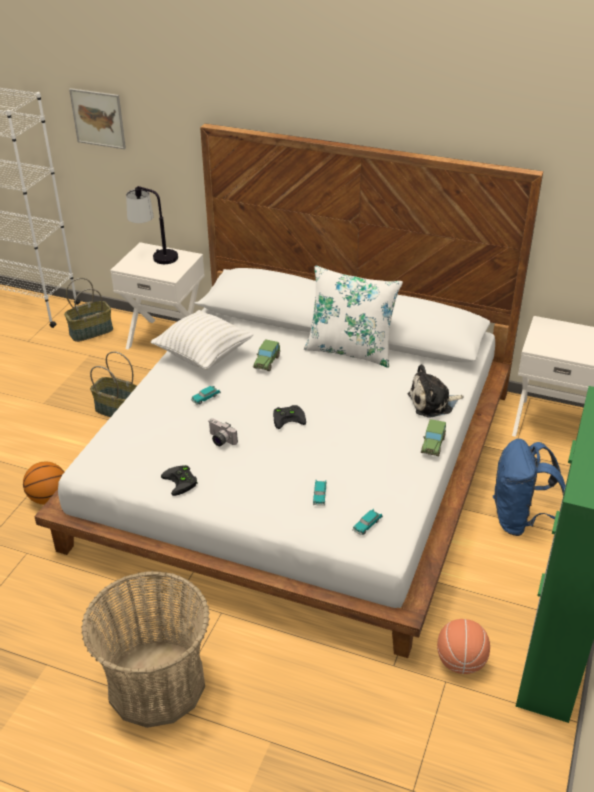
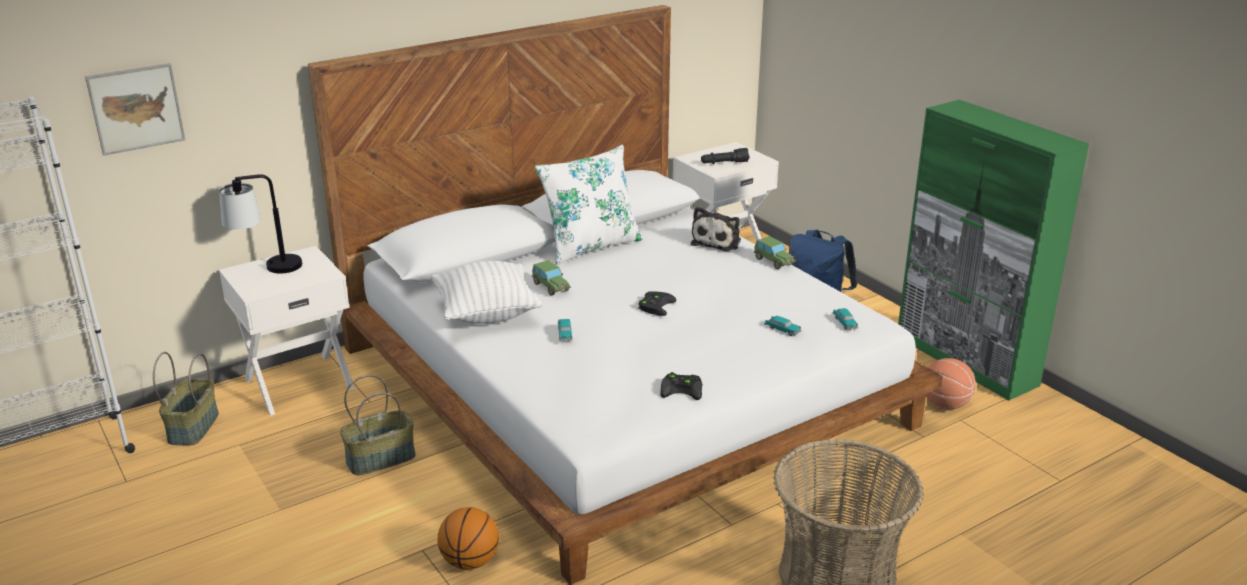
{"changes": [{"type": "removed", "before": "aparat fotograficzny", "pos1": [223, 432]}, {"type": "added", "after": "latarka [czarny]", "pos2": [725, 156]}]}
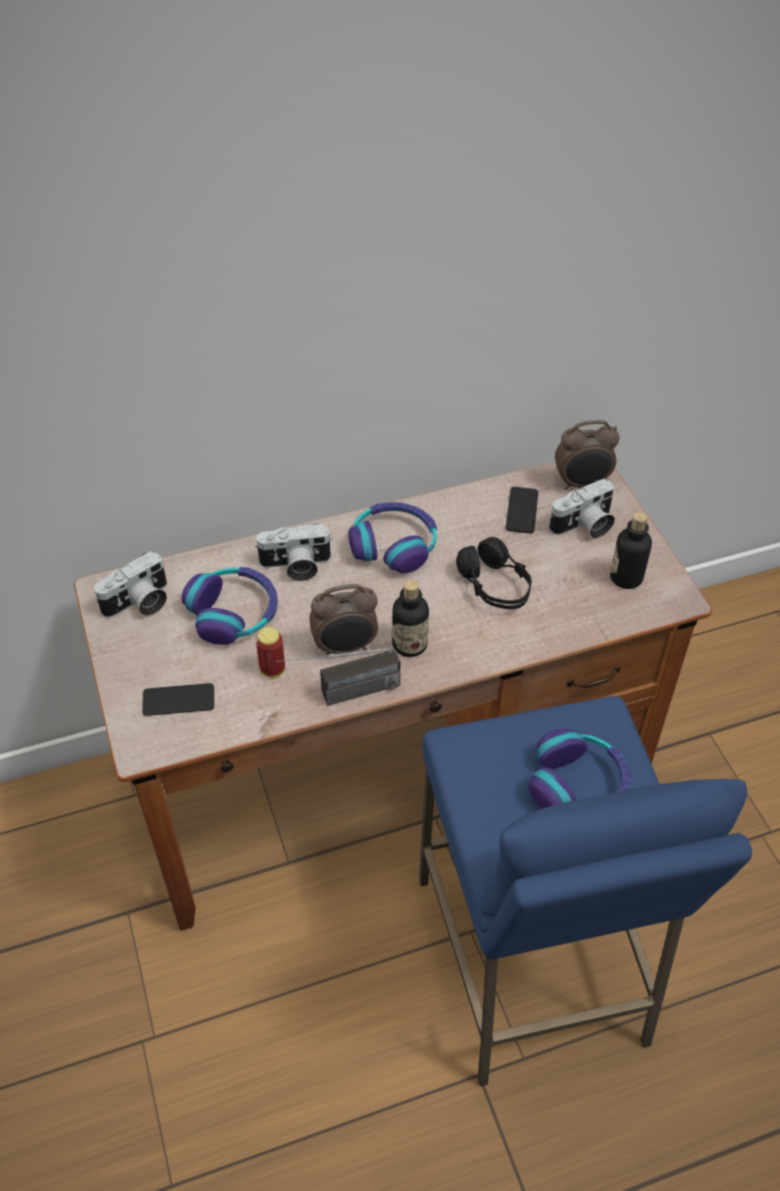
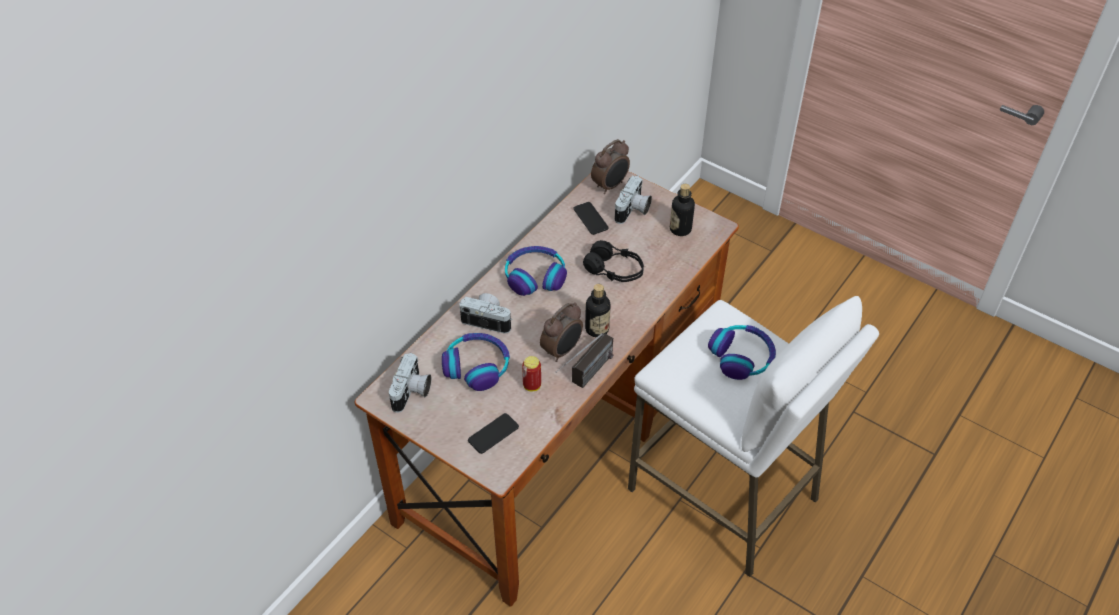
{"changes": [{"type": "recoloured", "before": "stołek [niebieski]", "after": "stołek [biały]", "pos1": [585, 891], "pos2": [753, 436]}, {"type": "turned", "before": "aparat fotograficzny", "pos1": [293, 552], "pos2": [485, 313], "turn": -120}]}
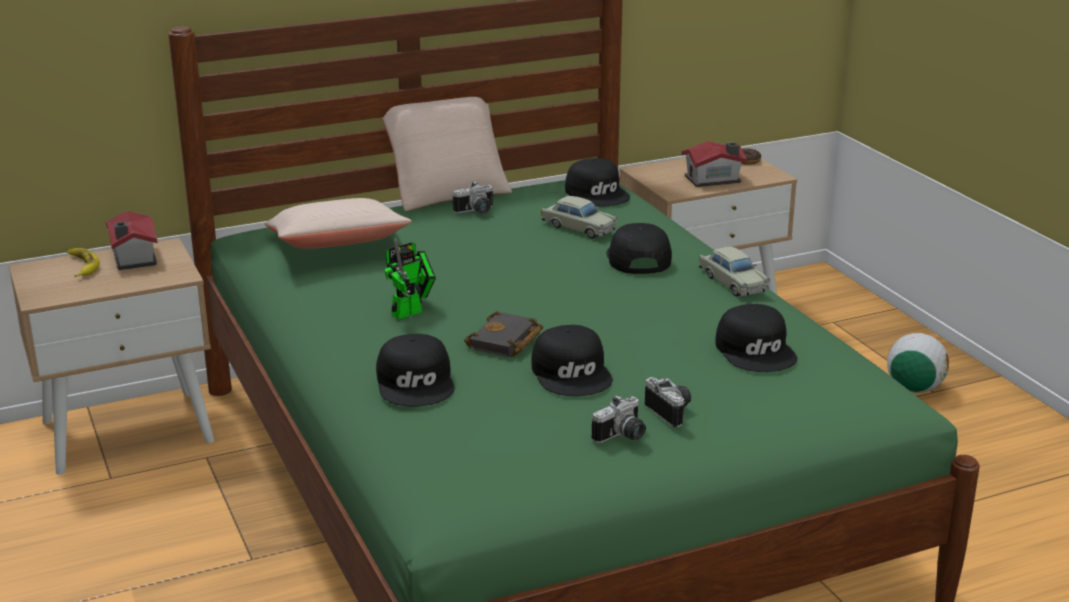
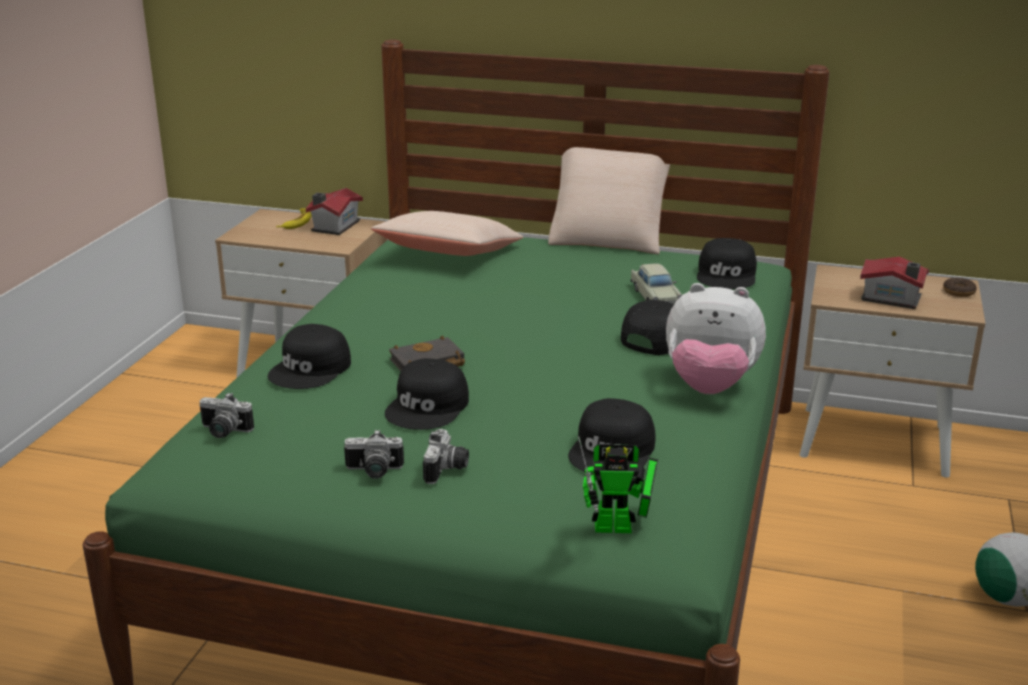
{"changes": [{"type": "moved", "before": "robot zabawkowy", "pos1": [410, 278], "pos2": [618, 484]}, {"type": "moved", "before": "aparat fotograficzny", "pos1": [473, 197], "pos2": [226, 415]}, {"type": "replaced", "before": "samochodzik [beżowy]", "after": "pluszak", "pos1": [734, 271], "pos2": [716, 338]}]}
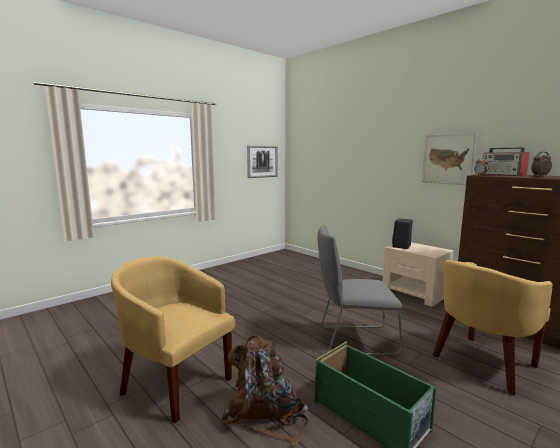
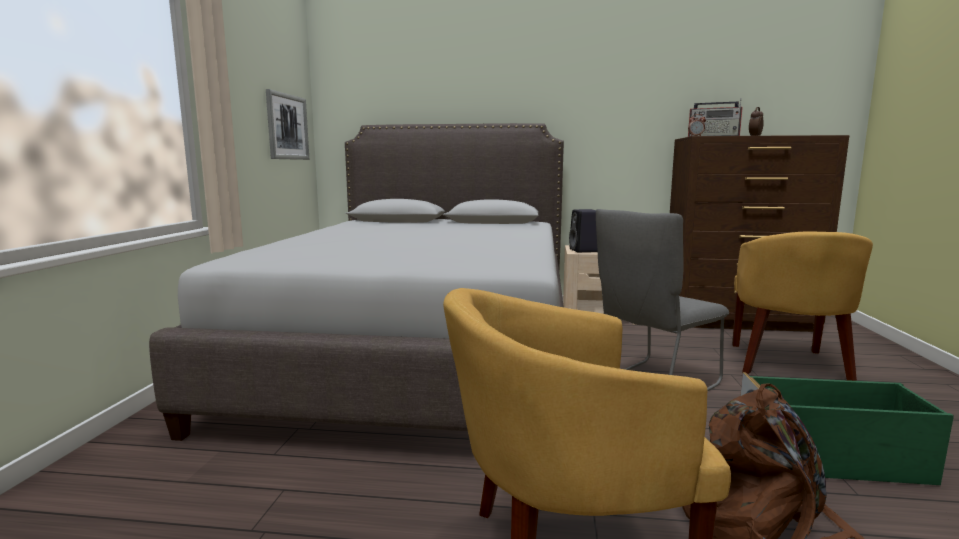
{"changes": [{"type": "removed", "before": "obraz", "pos1": [449, 159]}, {"type": "added", "after": "łóżko [szary]", "pos2": [356, 282]}]}
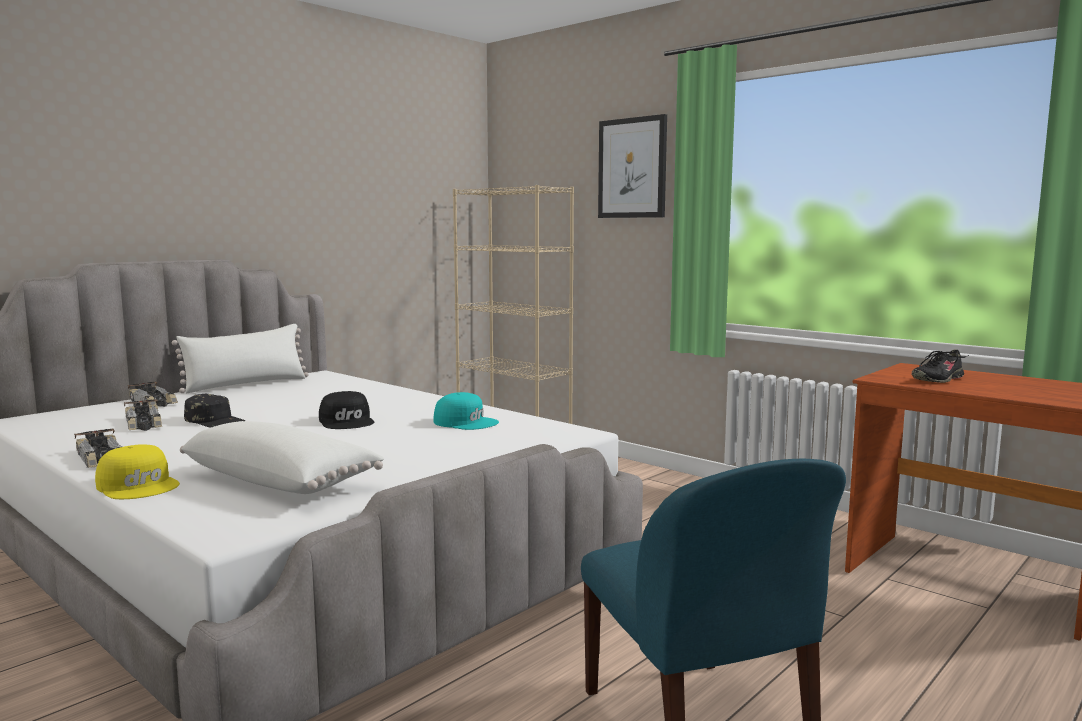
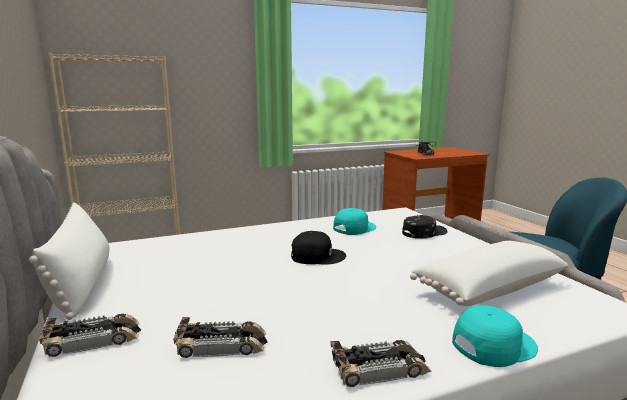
{"changes": [{"type": "removed", "before": "obraz", "pos1": [632, 166]}, {"type": "moved", "before": "czapka z daszkiem [czarny]", "pos1": [214, 411], "pos2": [425, 227]}, {"type": "recoloured", "before": "czapka z daszkiem [żółty]", "after": "czapka z daszkiem [turkusowy]", "pos1": [137, 471], "pos2": [495, 336]}]}
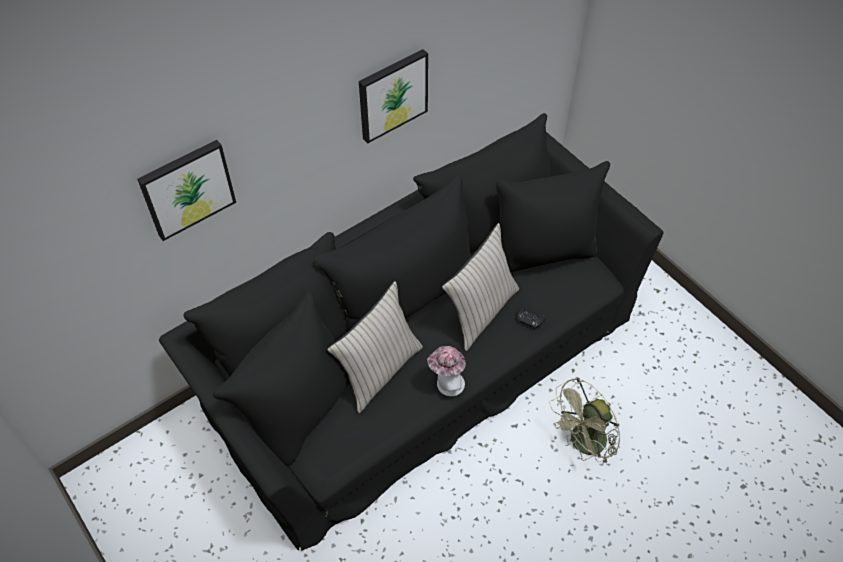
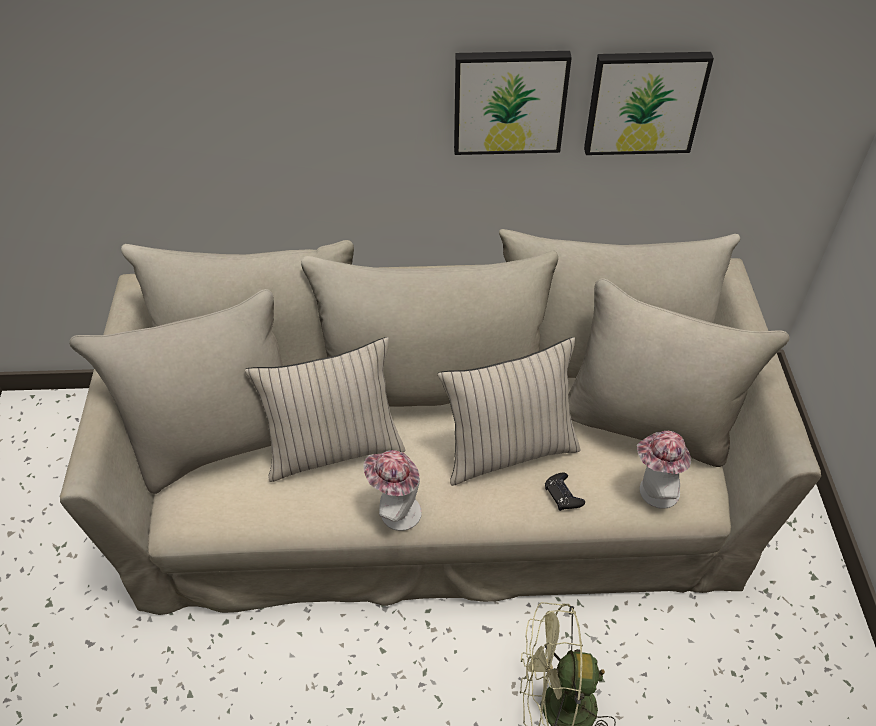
{"changes": [{"type": "added", "after": "kapelusz", "pos2": [664, 470]}, {"type": "moved", "before": "obraz", "pos1": [186, 190], "pos2": [649, 103]}, {"type": "recoloured", "before": "kanapa [czarny]", "after": "kanapa [beżowy]", "pos1": [411, 332], "pos2": [440, 422]}]}
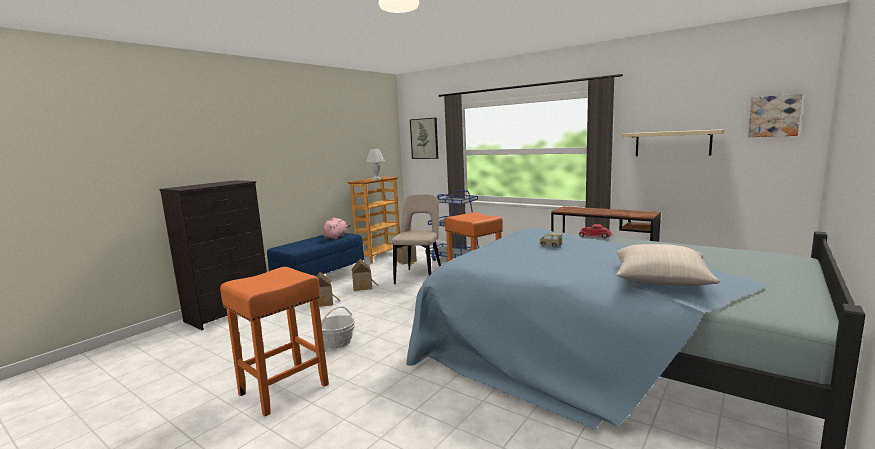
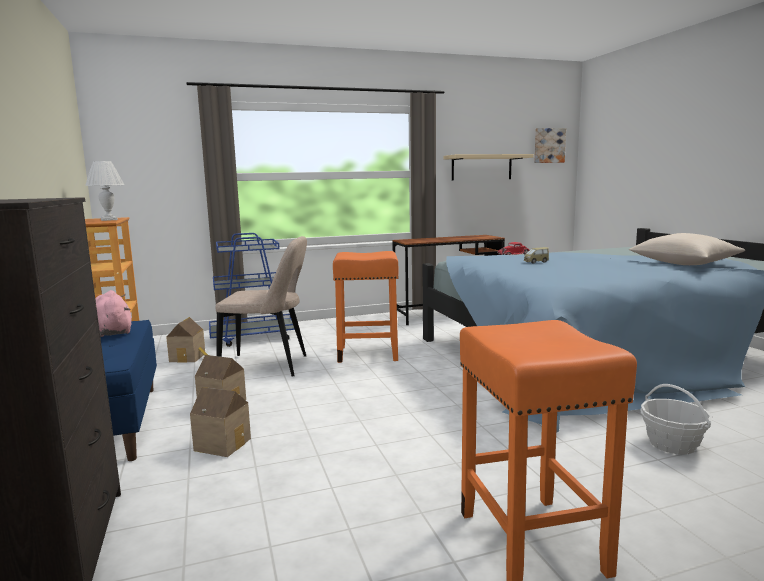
{"changes": [{"type": "removed", "before": "obraz", "pos1": [424, 138]}, {"type": "moved", "before": "koszyk", "pos1": [338, 327], "pos2": [676, 419]}, {"type": "turned", "before": "krzesło [beżowy]", "pos1": [416, 239], "pos2": [261, 306], "turn": 135}]}
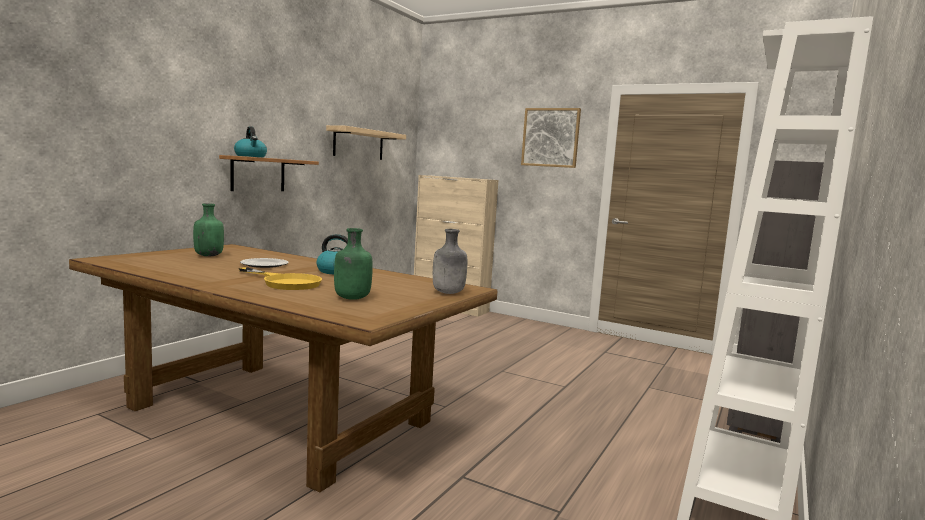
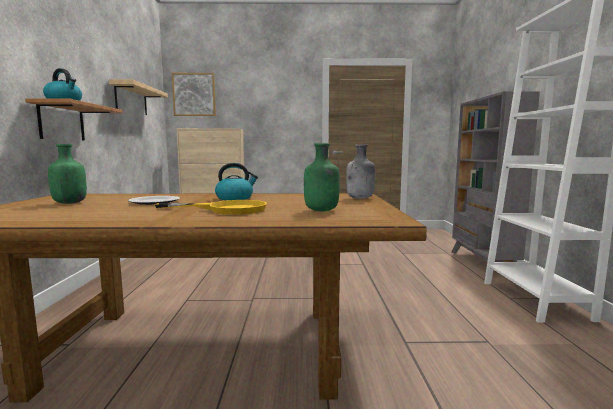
{"changes": [{"type": "moved", "before": "obraz", "pos1": [551, 138], "pos2": [194, 94]}]}
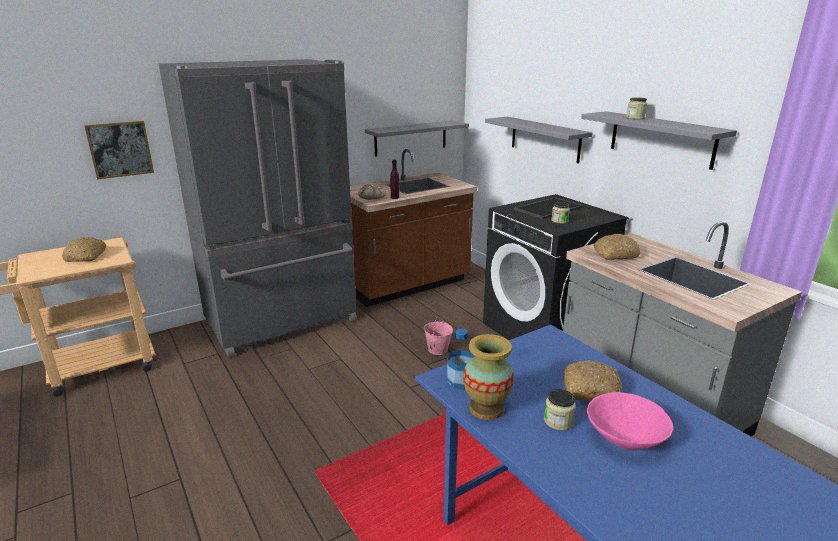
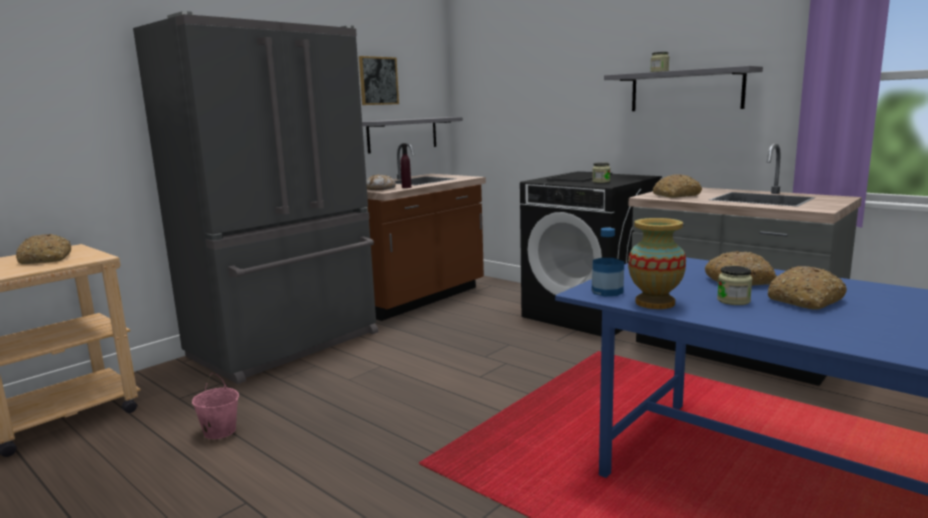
{"changes": [{"type": "removed", "before": "półka [szary]", "pos1": [538, 140]}, {"type": "moved", "before": "obraz", "pos1": [119, 150], "pos2": [379, 80]}, {"type": "moved", "before": "wiadro [różowy]", "pos1": [438, 334], "pos2": [215, 406]}, {"type": "replaced", "before": "miska [różowy]", "after": "chleb", "pos1": [630, 421], "pos2": [807, 288]}]}
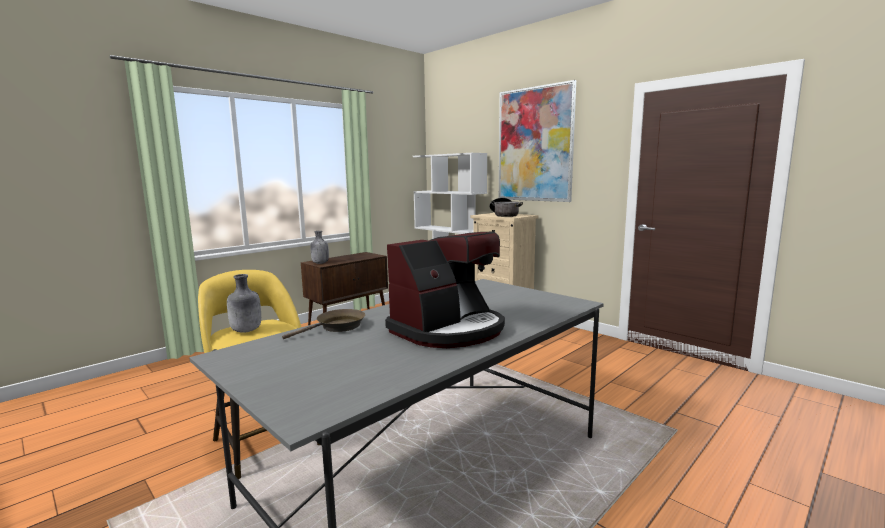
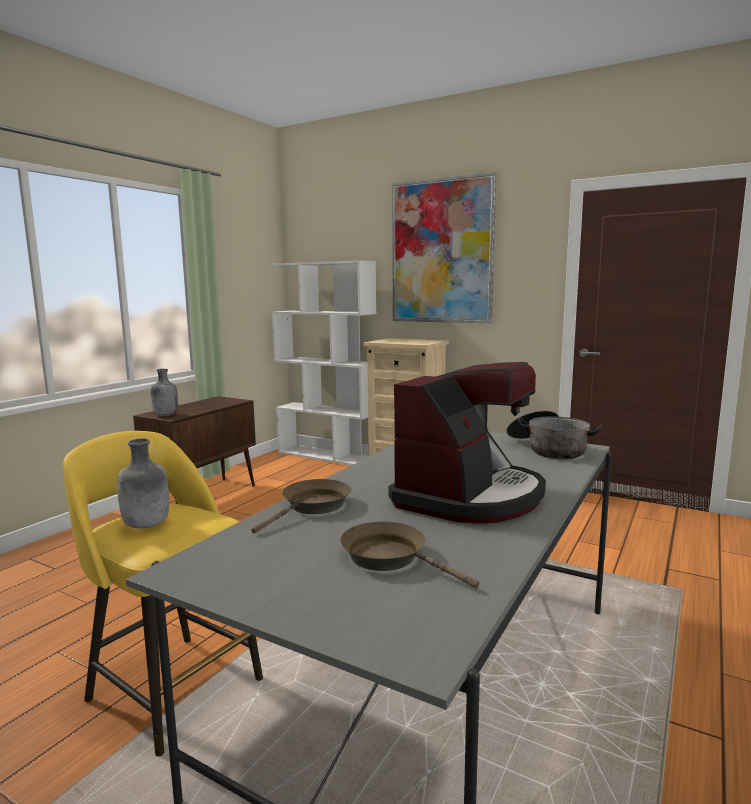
{"changes": [{"type": "added", "after": "patelnia [brązowy]", "pos2": [409, 555]}, {"type": "moved", "before": "garnek", "pos1": [506, 207], "pos2": [554, 434]}]}
